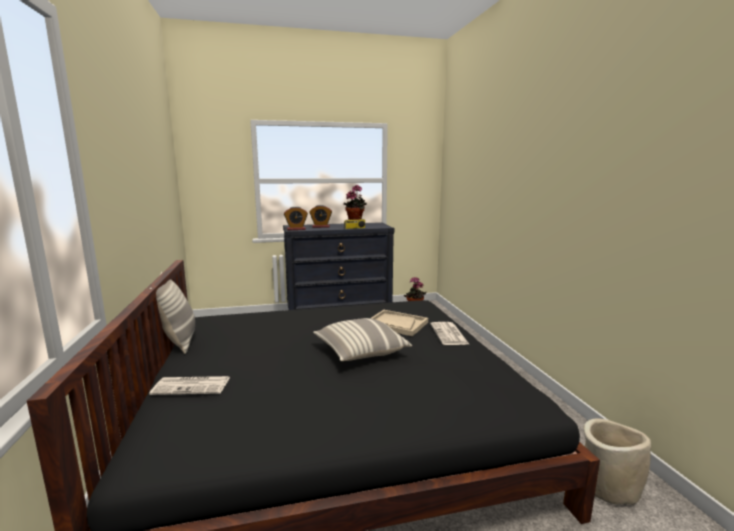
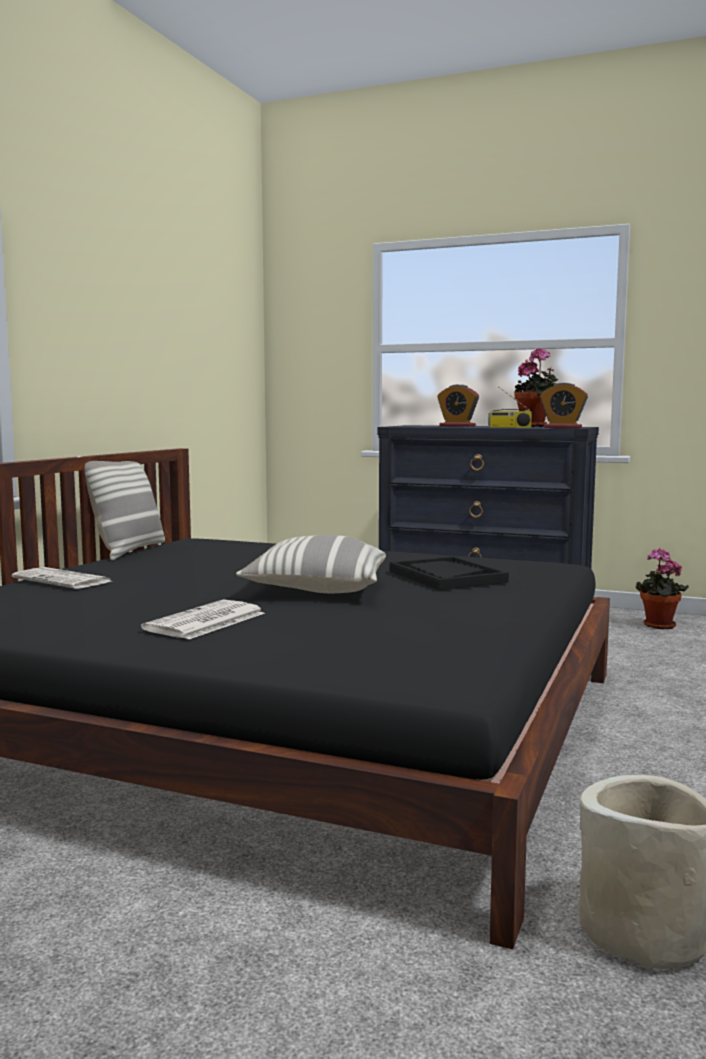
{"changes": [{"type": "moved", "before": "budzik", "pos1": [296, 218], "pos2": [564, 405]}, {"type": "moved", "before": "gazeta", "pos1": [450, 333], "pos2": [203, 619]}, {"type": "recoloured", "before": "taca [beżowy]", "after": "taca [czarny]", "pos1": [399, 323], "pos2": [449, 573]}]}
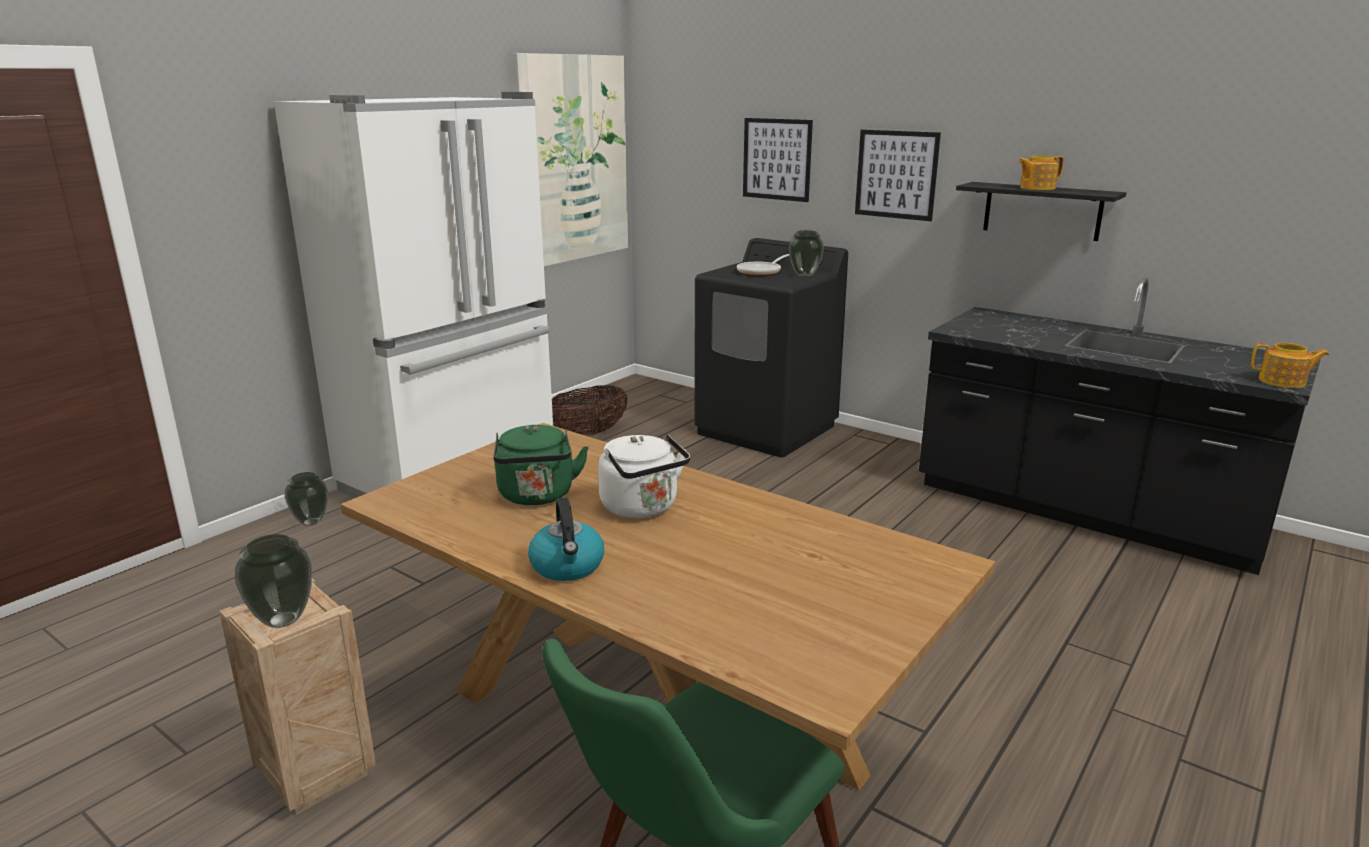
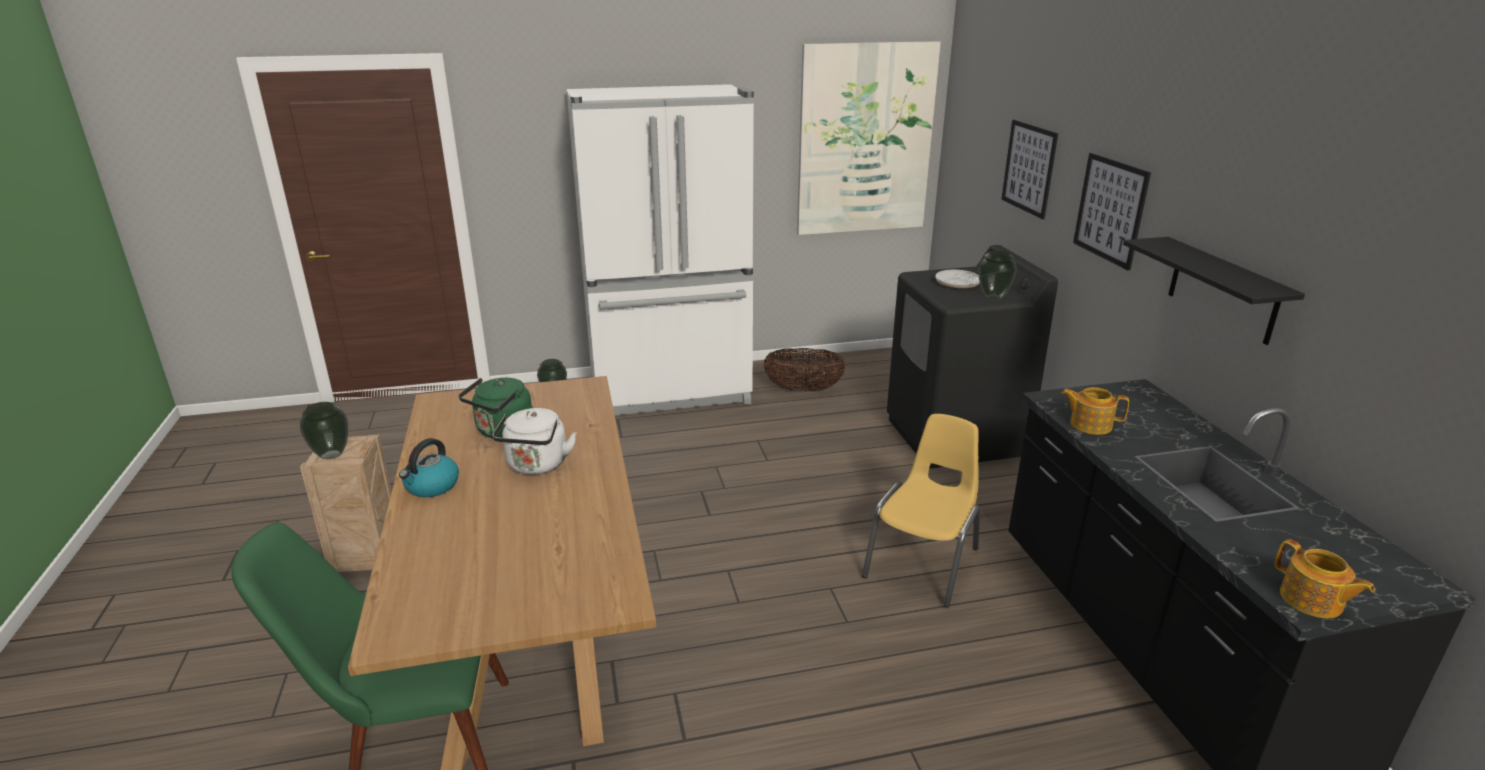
{"changes": [{"type": "added", "after": "krzesło [żółty]", "pos2": [921, 511]}, {"type": "moved", "before": "imbryk", "pos1": [1041, 173], "pos2": [1095, 411]}]}
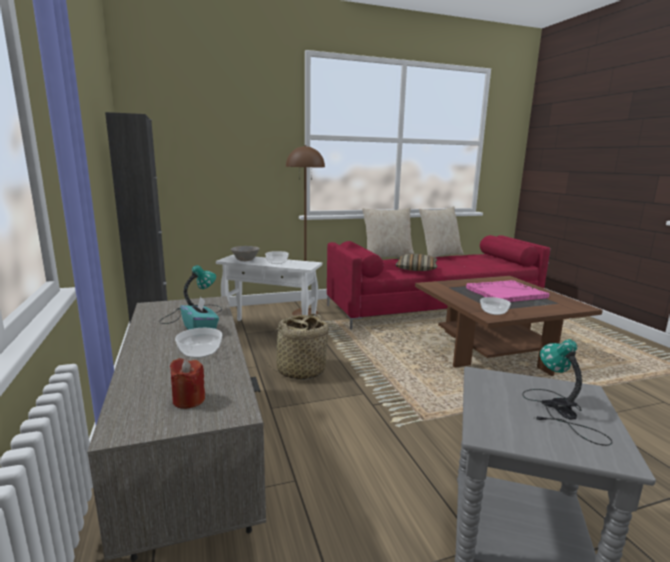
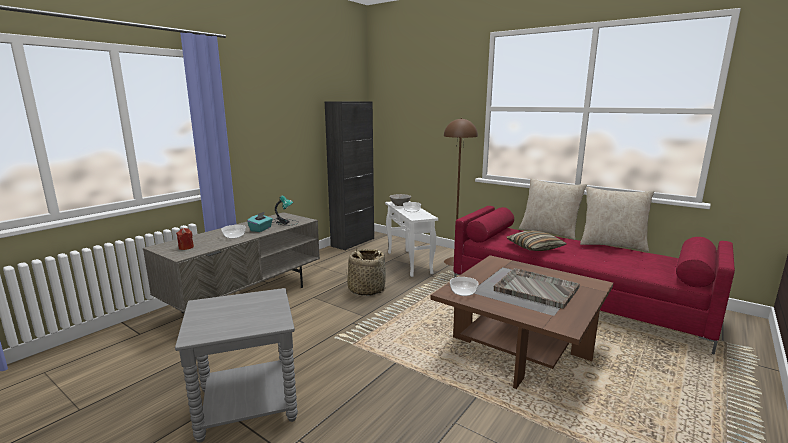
{"changes": [{"type": "removed", "before": "lampa stołowa", "pos1": [567, 392]}, {"type": "recoloured", "before": "taca [różowy]", "after": "taca [szary]", "pos1": [508, 291], "pos2": [537, 288]}]}
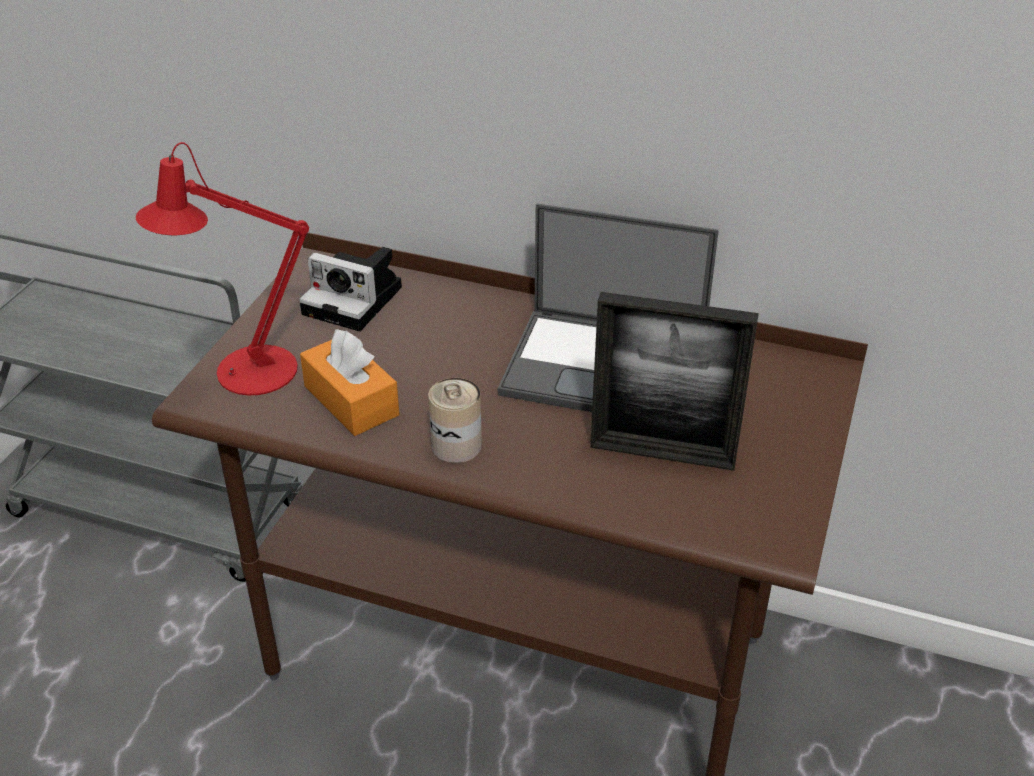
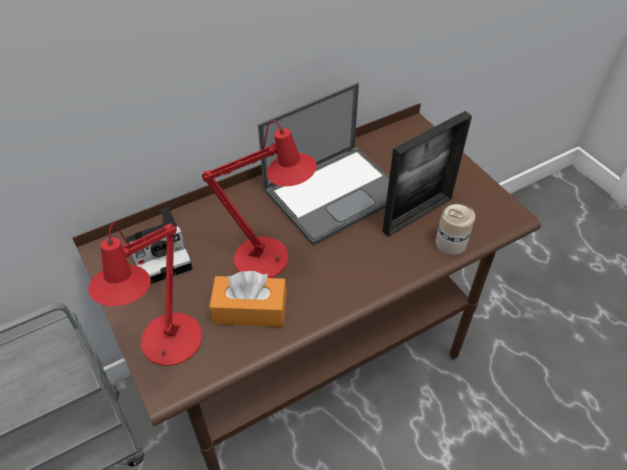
{"changes": [{"type": "added", "after": "lampa stołowa [czerwony]", "pos2": [259, 199]}, {"type": "moved", "before": "puszka", "pos1": [455, 420], "pos2": [455, 229]}]}
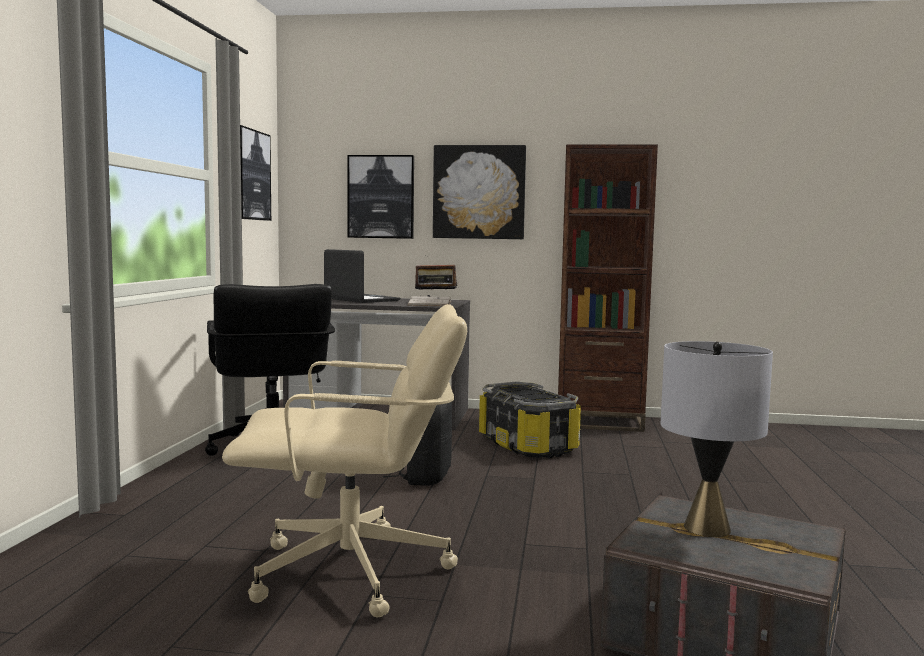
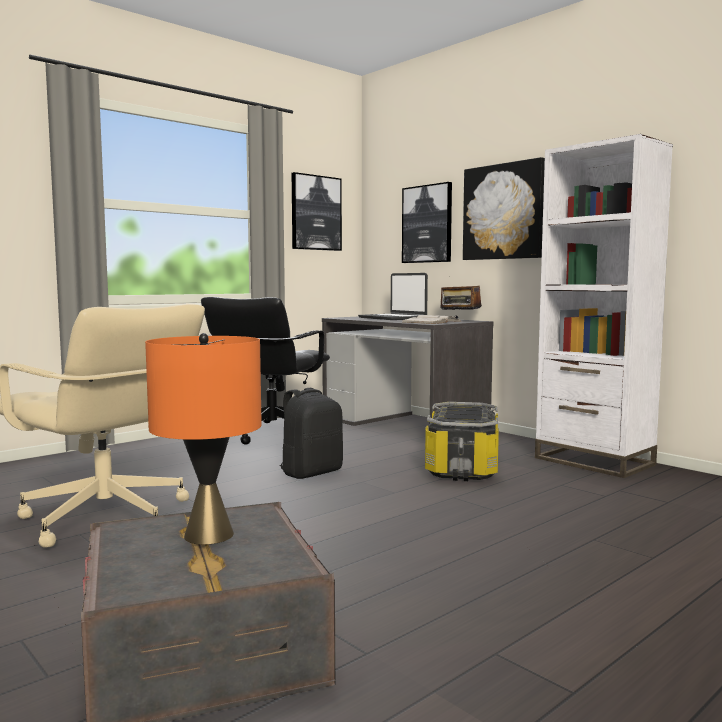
{"changes": [{"type": "recoloured", "before": "regał [brązowy]", "after": "regał [biały]", "pos1": [608, 288], "pos2": [604, 306]}, {"type": "recoloured", "before": "lampa stołowa [szary]", "after": "lampa stołowa [pomarańczowy]", "pos1": [717, 439], "pos2": [203, 439]}, {"type": "turned", "before": "laptop", "pos1": [362, 276], "pos2": [393, 296], "turn": 150}]}
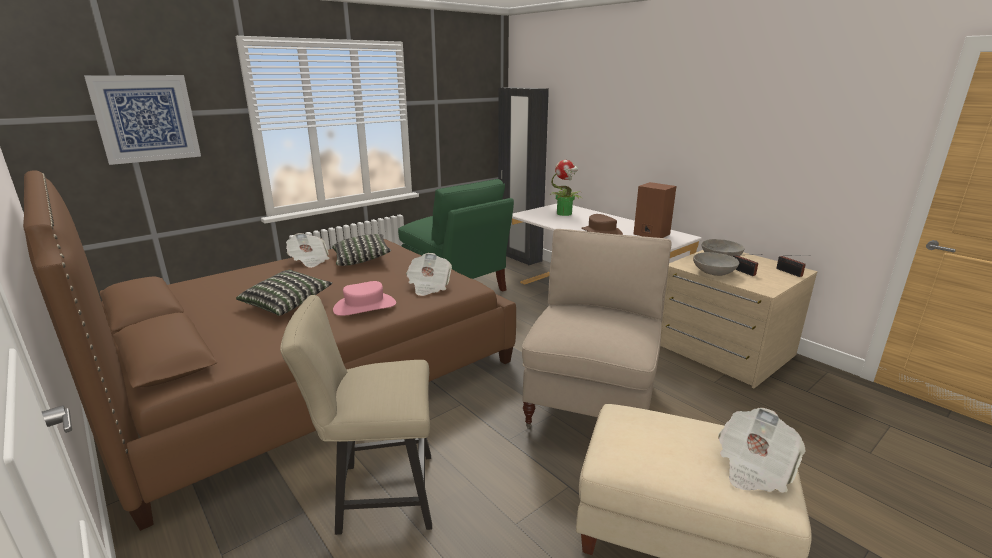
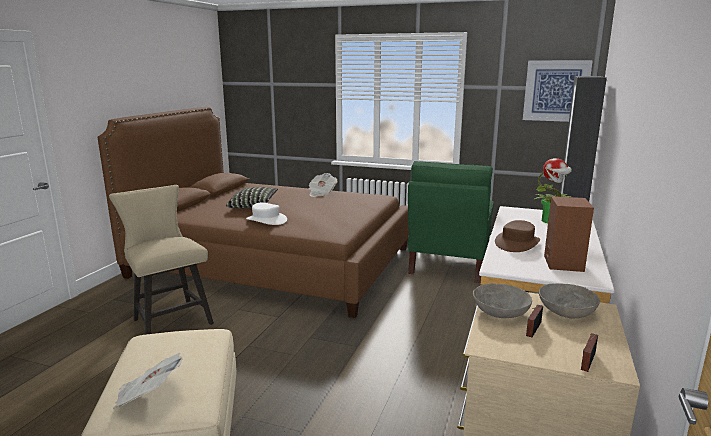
{"changes": [{"type": "removed", "before": "poduszka", "pos1": [361, 250]}, {"type": "removed", "before": "gazeta", "pos1": [429, 274]}, {"type": "removed", "before": "krzesło [beżowy]", "pos1": [597, 329]}, {"type": "moved", "before": "obraz", "pos1": [142, 120], "pos2": [558, 91]}, {"type": "recoloured", "before": "kapelusz [różowy]", "after": "kapelusz [biały]", "pos1": [364, 298], "pos2": [266, 213]}]}
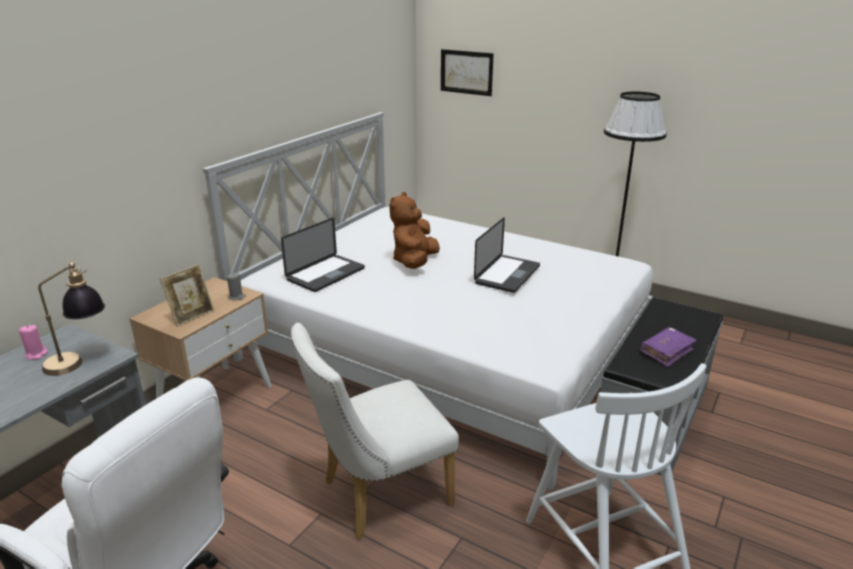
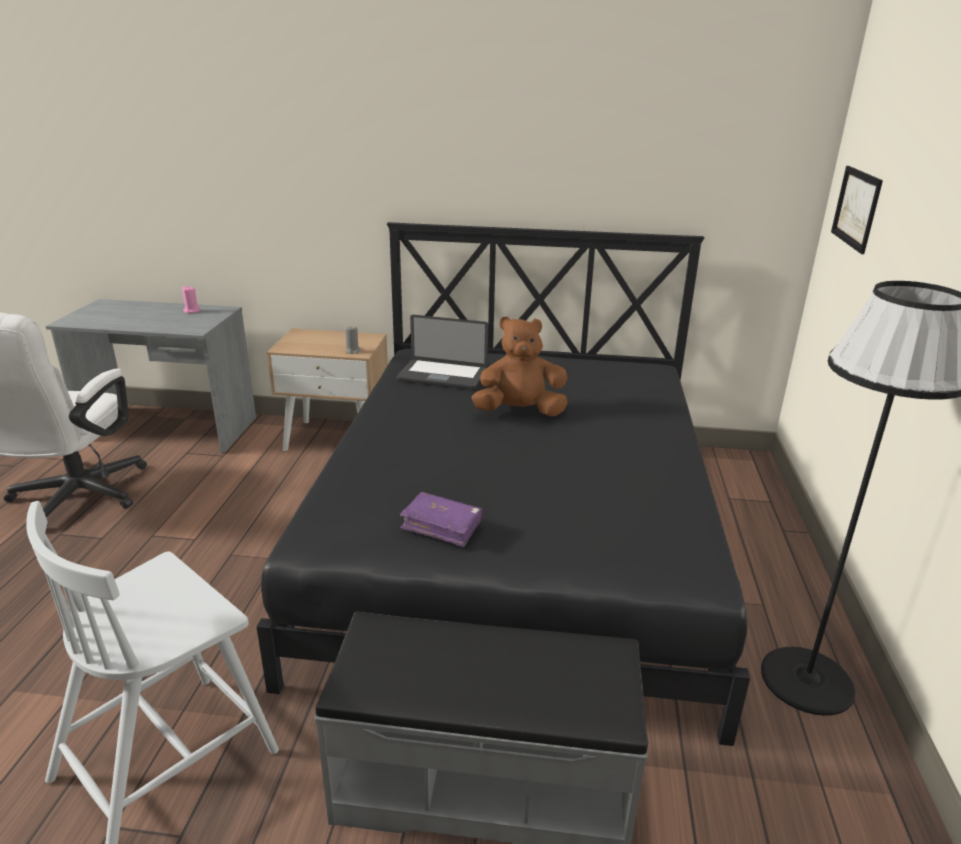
{"changes": [{"type": "removed", "before": "lampa stołowa", "pos1": [71, 318]}, {"type": "removed", "before": "ramka na zdjęcie", "pos1": [187, 295]}, {"type": "removed", "before": "krzesło [biały]", "pos1": [375, 431]}, {"type": "removed", "before": "laptop", "pos1": [507, 255]}, {"type": "moved", "before": "książka [fioletowy]", "pos1": [668, 347], "pos2": [441, 519]}, {"type": "recoloured", "before": "łóżko [biały]", "after": "łóżko [czarny]", "pos1": [427, 301], "pos2": [503, 484]}]}
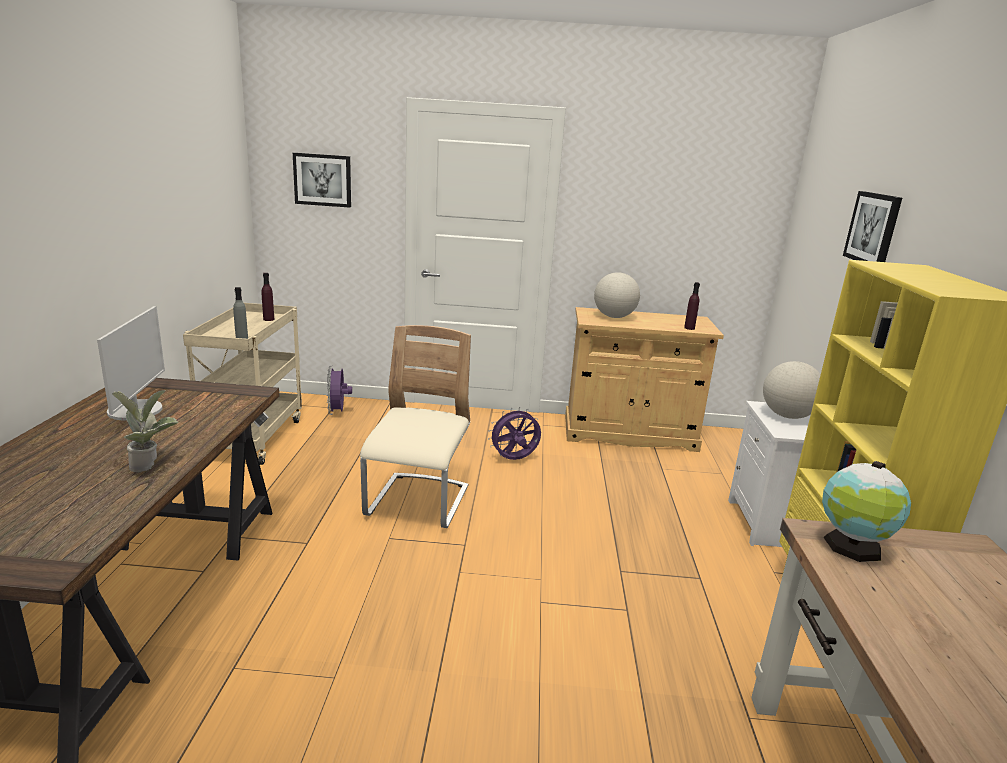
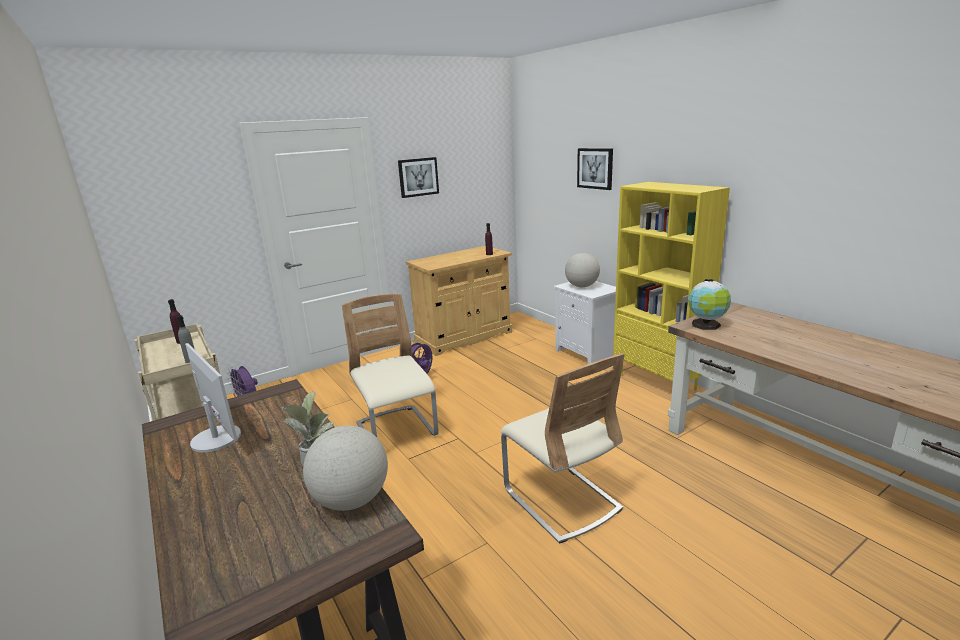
{"changes": [{"type": "added", "after": "krzesło [beżowy]", "pos2": [563, 448]}, {"type": "moved", "before": "obraz", "pos1": [322, 180], "pos2": [418, 177]}, {"type": "moved", "before": "globus", "pos1": [617, 295], "pos2": [345, 468]}]}
